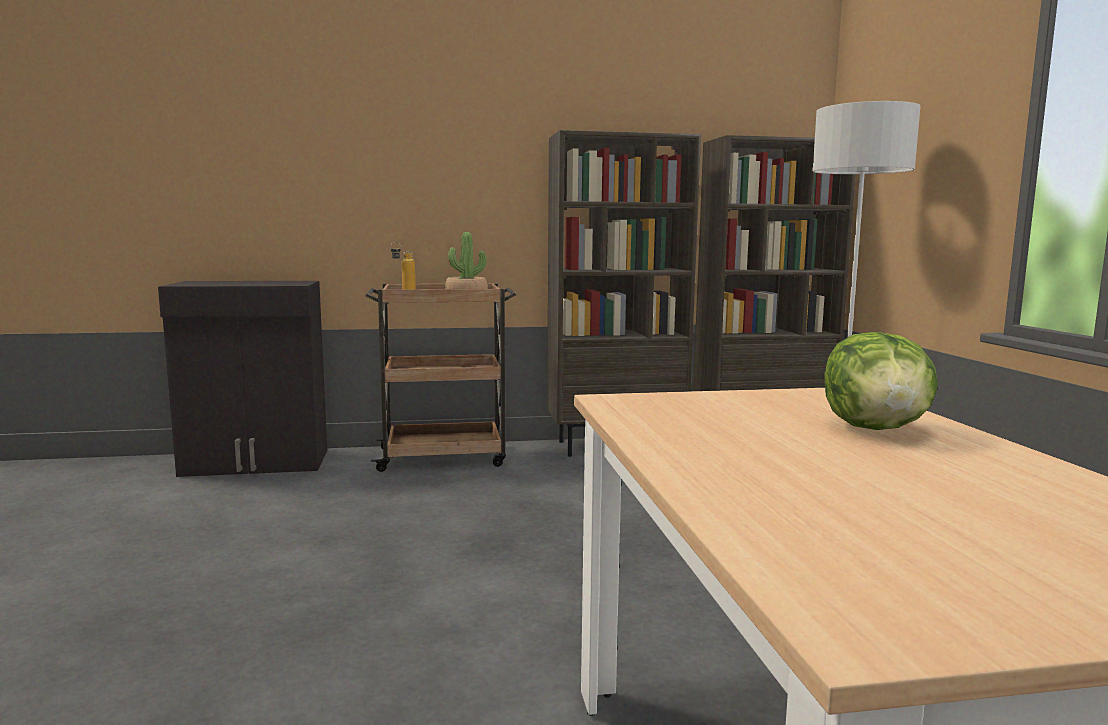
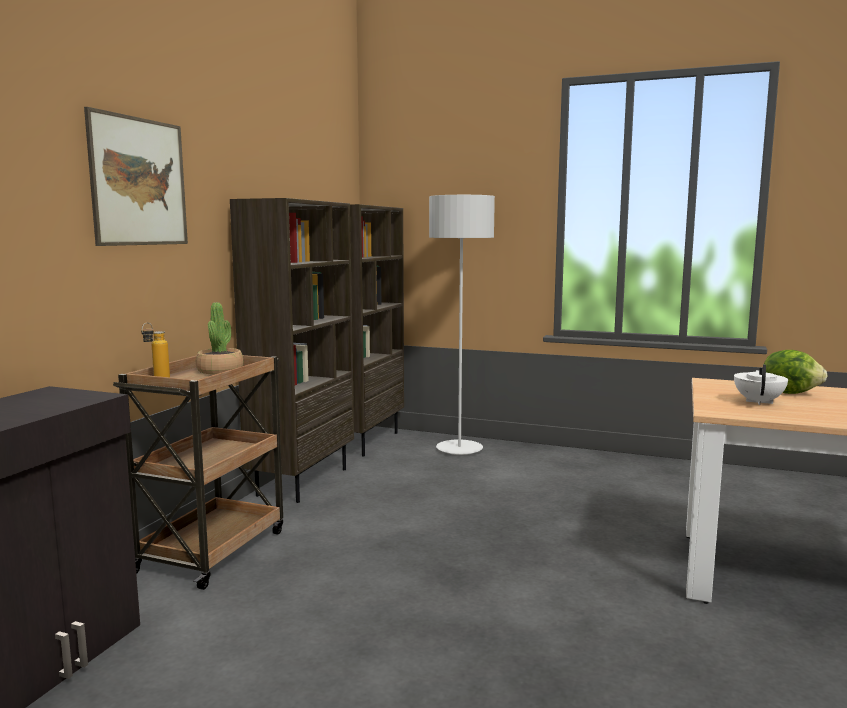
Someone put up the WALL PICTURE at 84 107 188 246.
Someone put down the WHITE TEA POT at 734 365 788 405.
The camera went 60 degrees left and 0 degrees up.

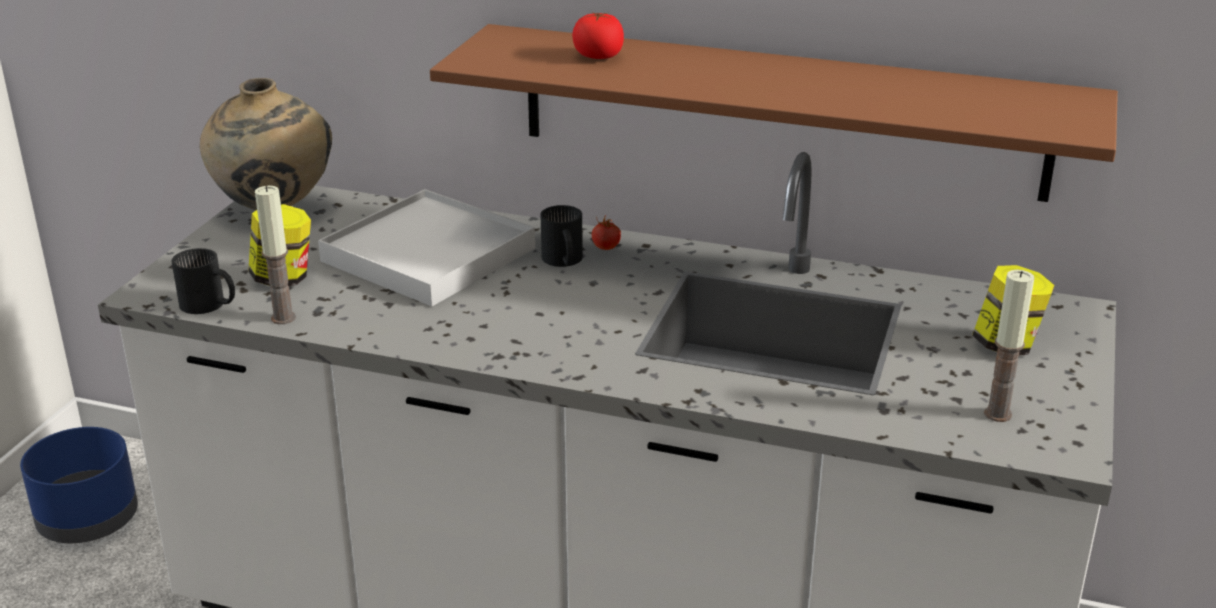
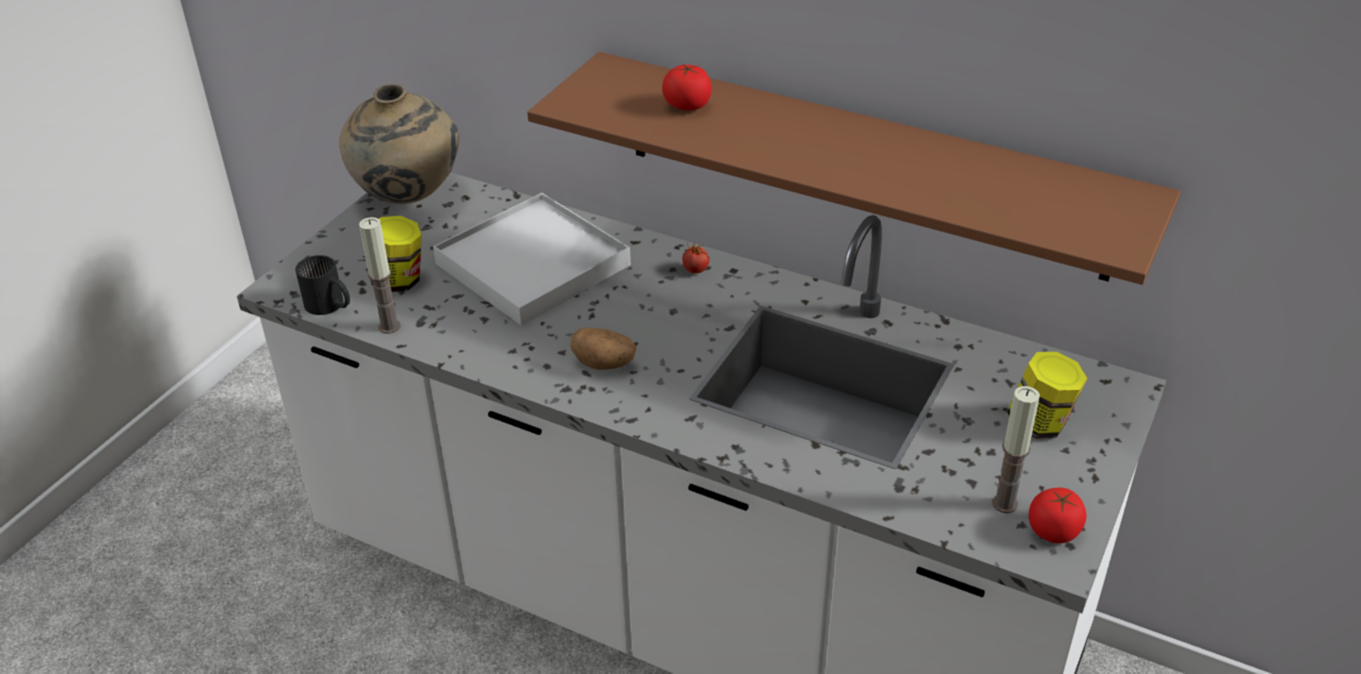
Someone took away the BLUE PLANT POT at 20 427 138 543.
Someone took away the BLACK-COLOURED MUG at 540 205 583 267.
Someone put down the WHOLE POTATO at 570 328 637 370.
Someone put down the TOMATO at 1029 488 1086 543.
The camera went 10 degrees right and 10 degrees up.

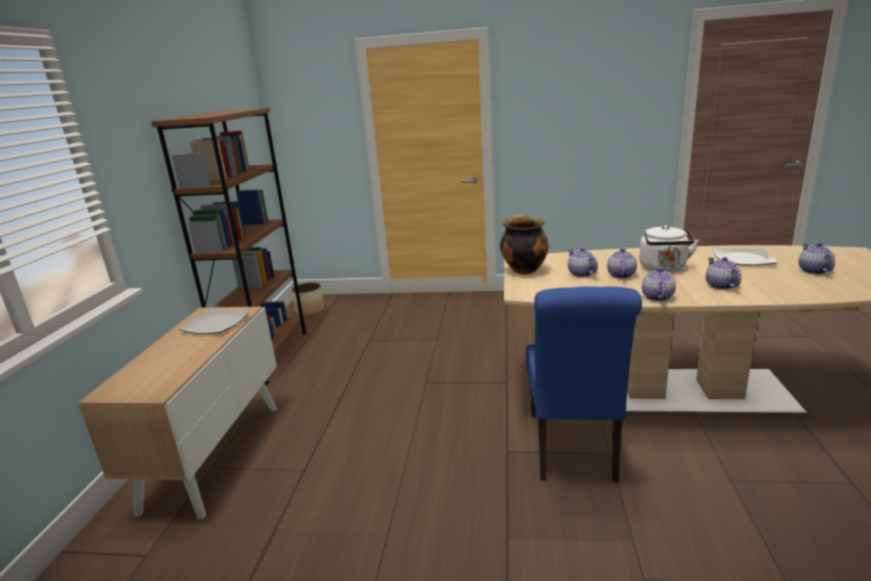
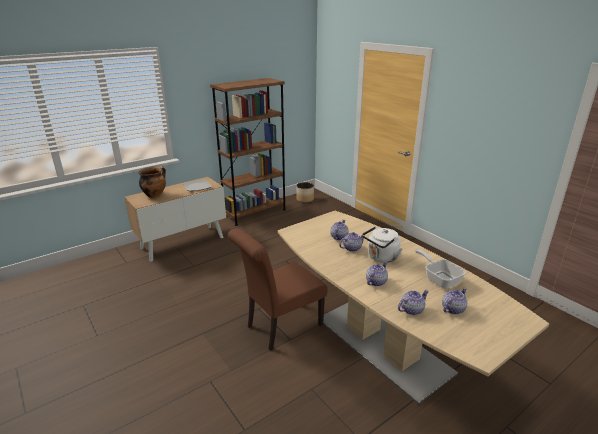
Someone carried the STOCKPOT from 500 215 549 274 to 139 166 166 198.
Someone repainted the BLUE CHAIR at 526 286 642 482, which became the BROWN CHAIR at 228 228 328 351.
Someone carried the TEA POT from 642 267 676 301 to 398 290 429 315.
Someone swapped the PLATE at 713 248 778 266 for the FRYING PAN at 415 249 466 289.
The camera went 45 degrees right and 5 degrees up.

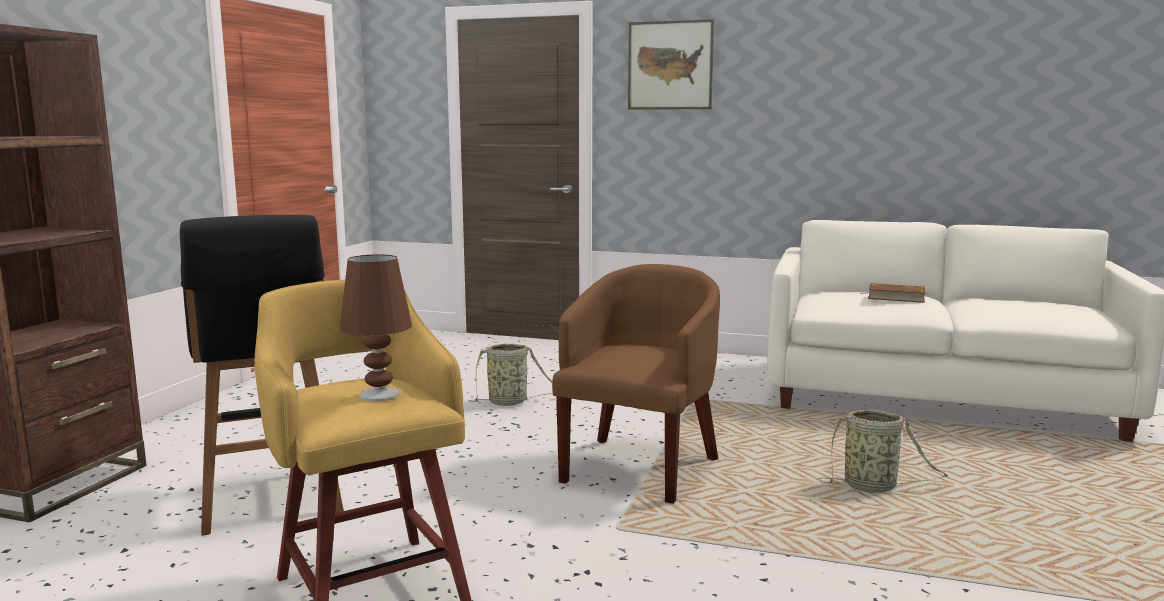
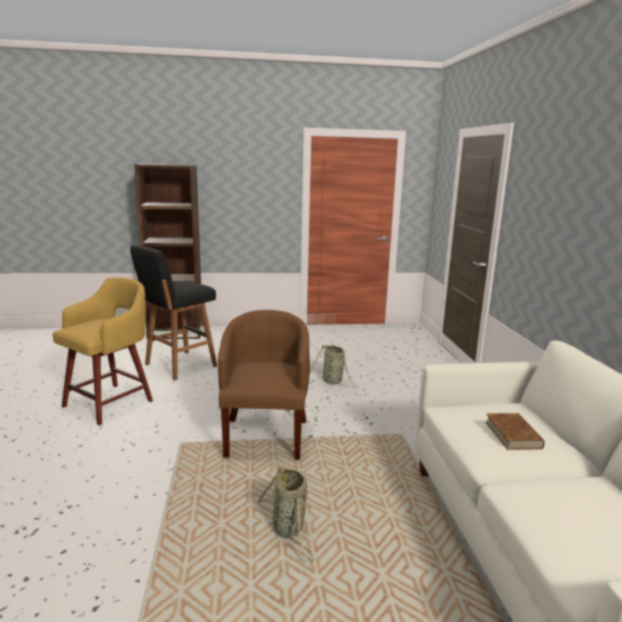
Someone took away the BROWN LAMP FOR A TABLE at 340 254 412 401.
Someone rotated the BROWN EASY CHAIR at 552 264 720 504 by 90 degrees counterclockwise.
Someone took away the WALL PICTURE at 628 19 714 110.
The camera went 65 degrees right and 5 degrees up.

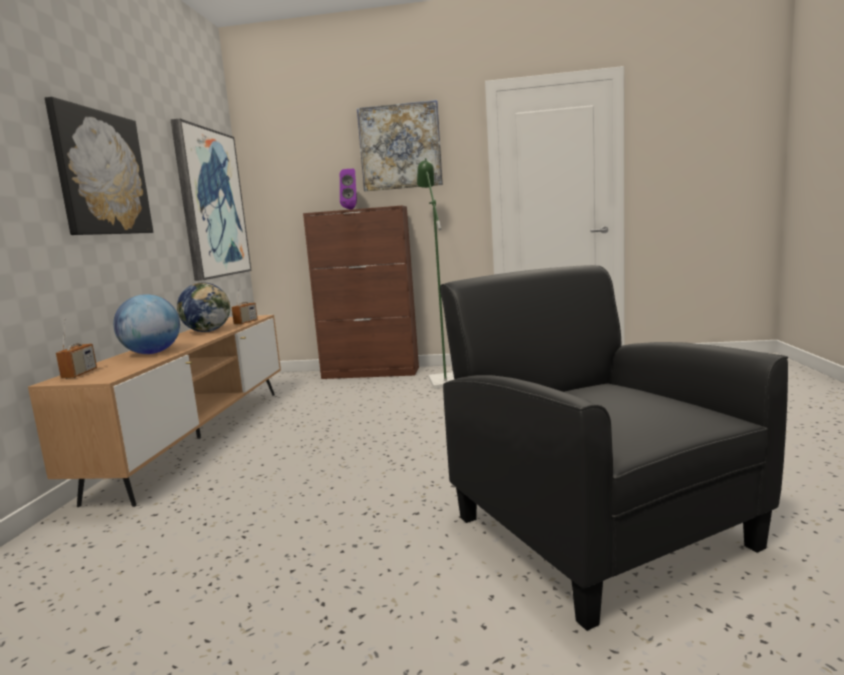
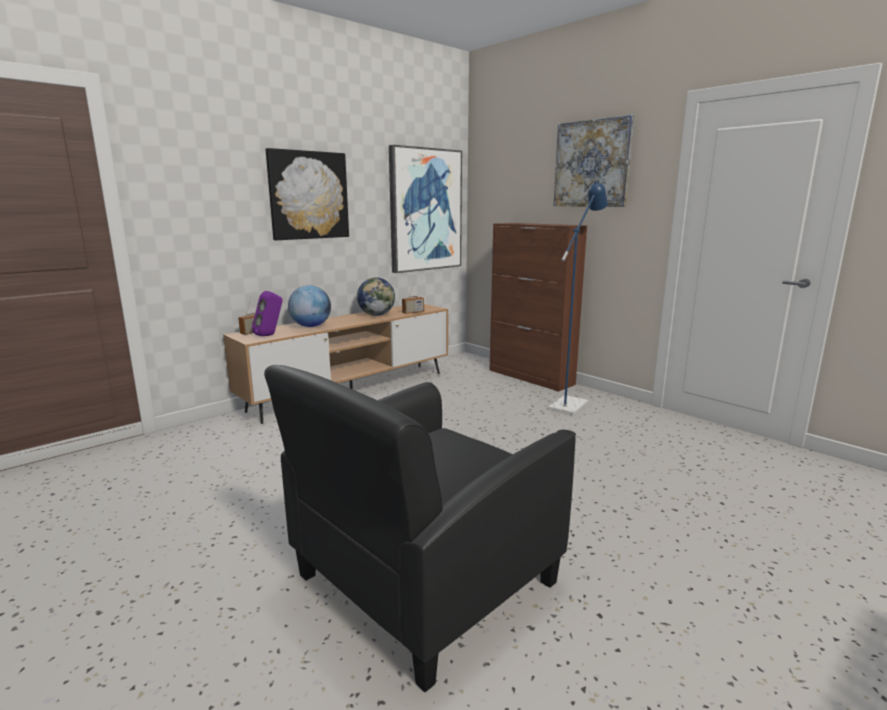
Someone carried the PURPLE AUDIO SPEAKER from 340 169 357 210 to 252 291 282 336.
Someone repainted the GREENISH FLOOR LAMP at 417 158 454 389, which became the BLUE FLOOR LAMP at 548 181 608 416.
Someone rotated the BLACK-COLOURED EASY CHAIR at 440 265 788 631 by 150 degrees counterclockwise.
The camera went 40 degrees right and 5 degrees up.

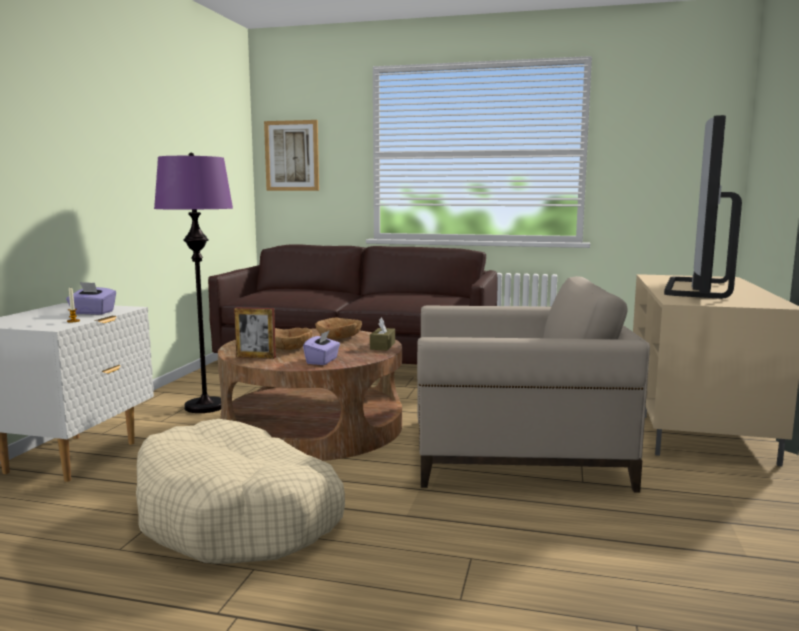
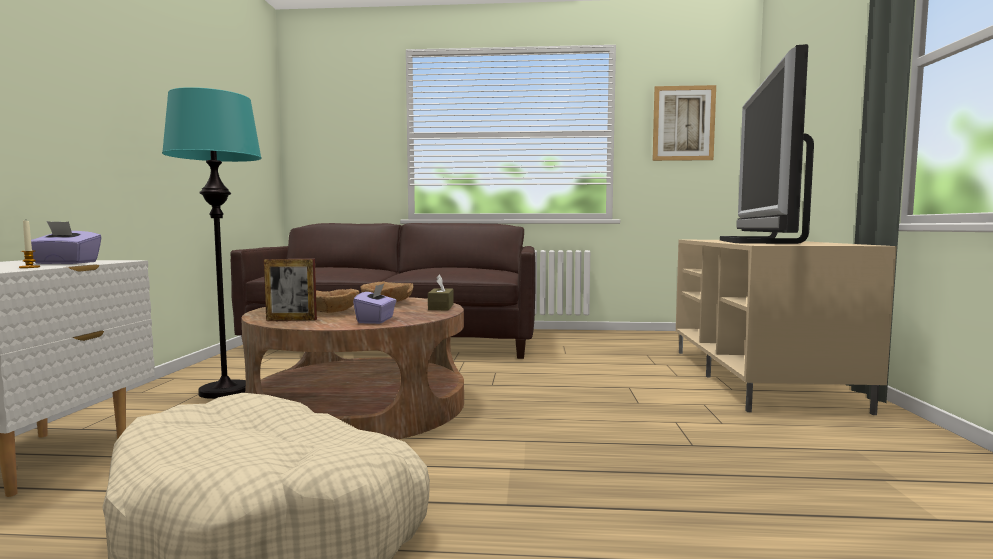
Someone repainted the PURPLE FLOOR LAMP at 154 153 233 413, which became the BLUE-GREEN FLOOR LAMP at 162 87 262 399.
Someone carried the WALL PICTURE from 264 120 319 191 to 652 85 716 161.
Someone took away the BEIGE-COLOURED EASY CHAIR at 417 276 650 493.
The camera went 10 degrees left and 5 degrees down.

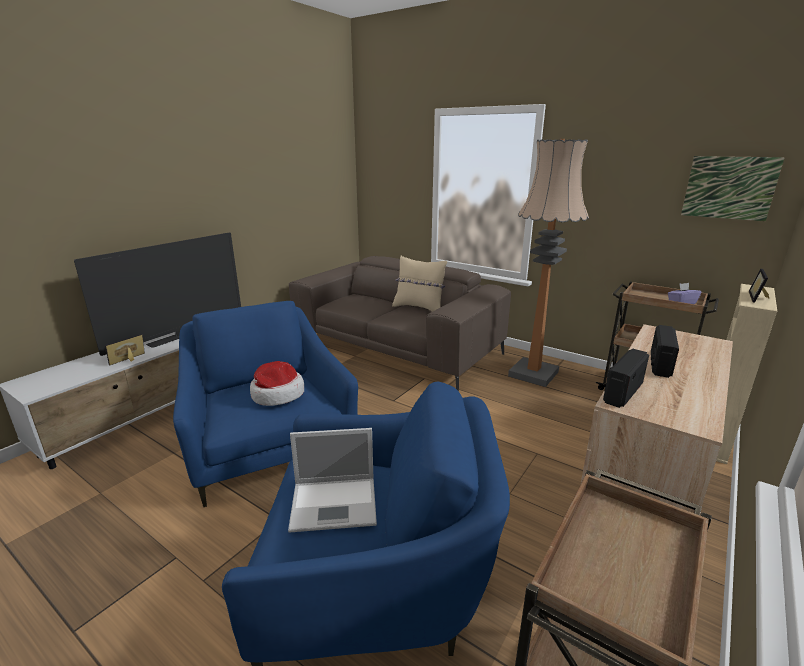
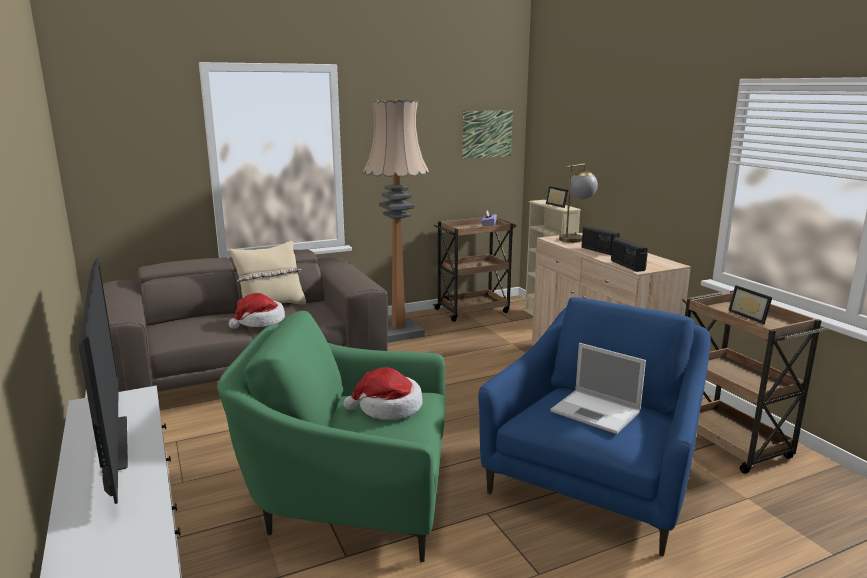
Someone carried the PHOTO FRAME from 105 334 145 365 to 728 285 772 324.
Someone repainted the BLUE EASY CHAIR at 173 301 358 507, which became the GREENISH EASY CHAIR at 217 311 446 562.
Someone rotated the PORTABLE COMPUTER at 288 428 377 533 by 105 degrees clockwise.
Someone put down the WEARABLE HAT at 229 293 285 329.
Someone put down the LAMP FOR A TABLE at 559 163 598 243.
The camera went 60 degrees left and 5 degrees down.

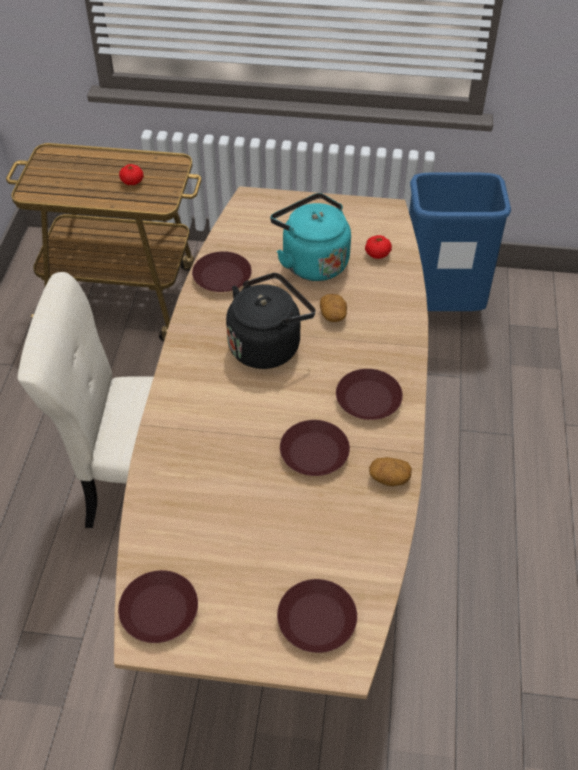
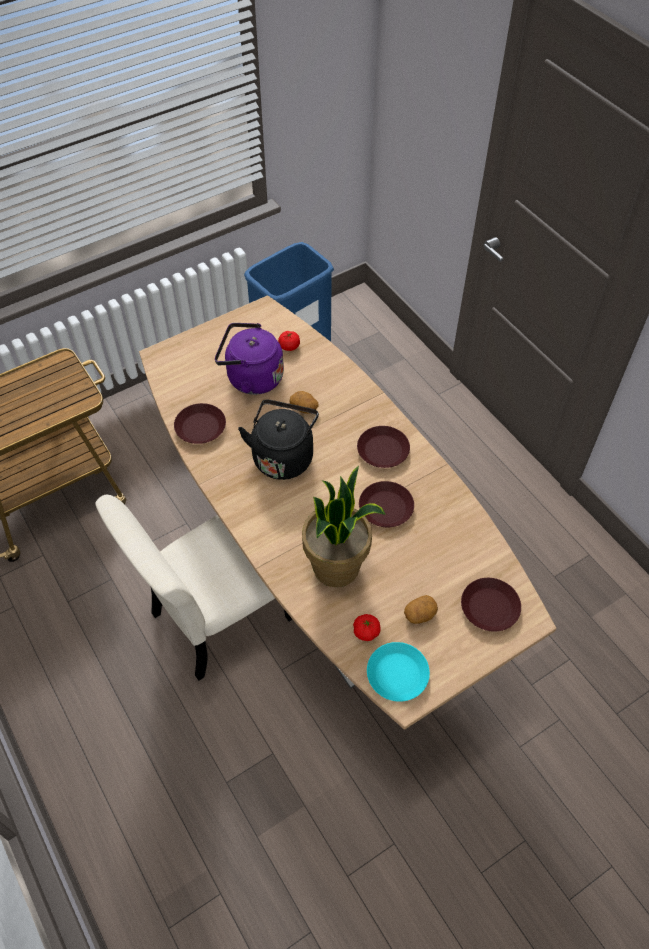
Someone repainted the BROWN PLATE at 118 570 198 643, which became the BLUE-GREEN PLATE at 367 642 430 702.
Someone carried the TOMATO from 119 164 143 185 to 353 614 380 641.
Someone repainted the BLUE-GREEN KETTLE at 270 193 351 281, which became the PURPLE KETTLE at 215 323 284 395.
Someone carried the WHOLE POTATO from 369 457 412 486 to 404 595 438 624.
Someone put down the PLANT IN A POT at 302 466 386 587.
The camera went 40 degrees left and 5 degrees up.

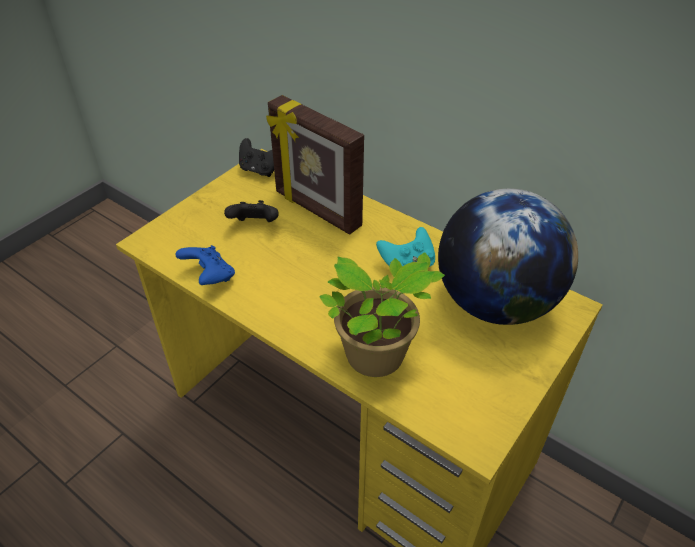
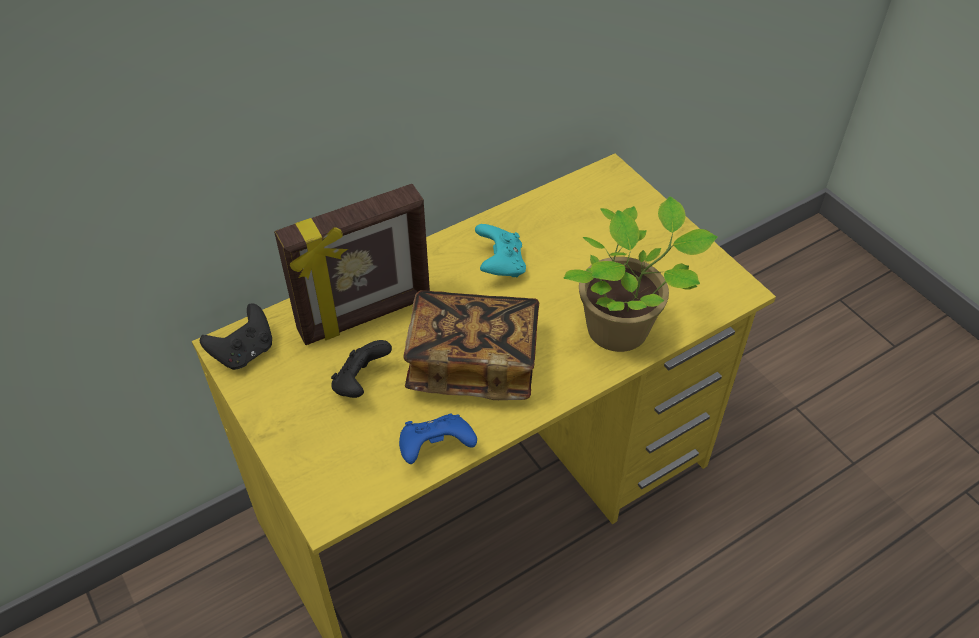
Someone took away the WORLD GLOBE at 438 188 578 325.
Someone put down the VOLUME at 404 290 539 400.
The camera went 70 degrees left and 5 degrees up.

